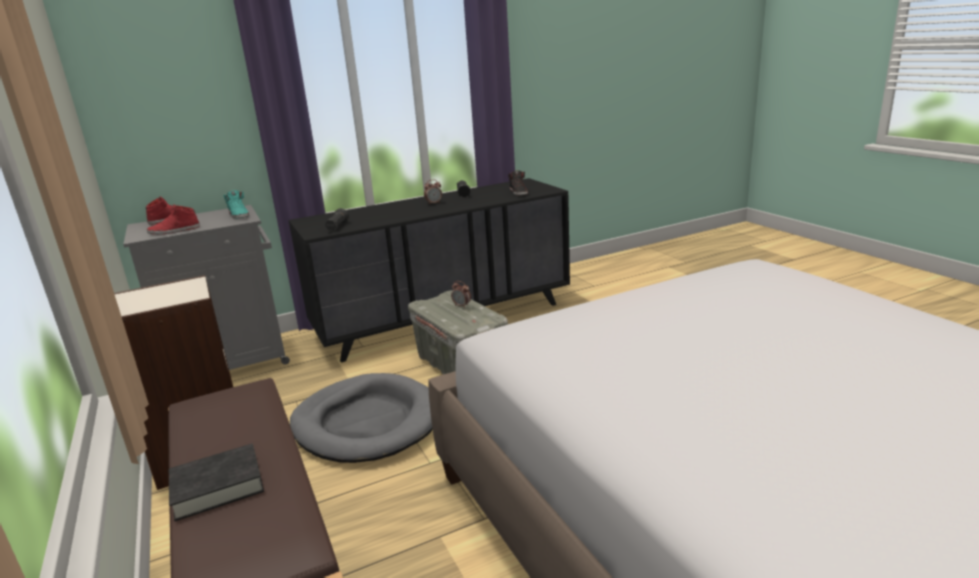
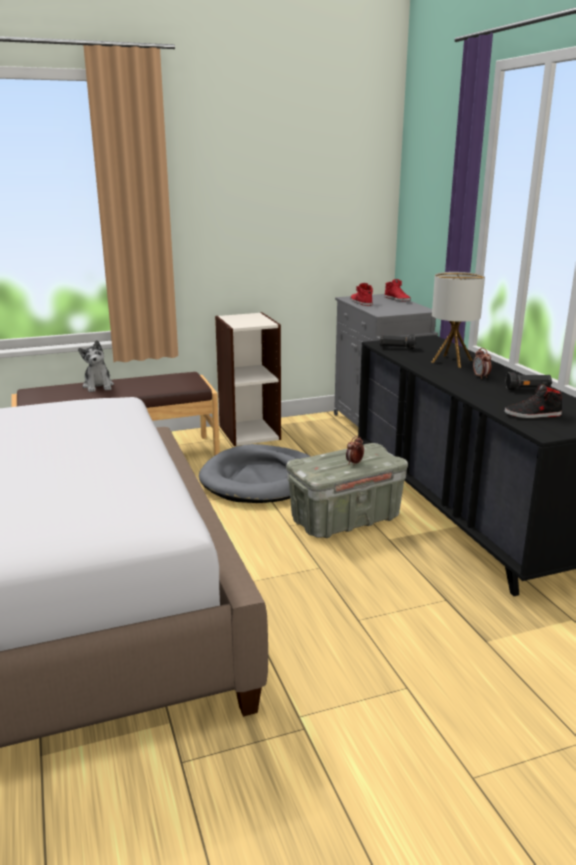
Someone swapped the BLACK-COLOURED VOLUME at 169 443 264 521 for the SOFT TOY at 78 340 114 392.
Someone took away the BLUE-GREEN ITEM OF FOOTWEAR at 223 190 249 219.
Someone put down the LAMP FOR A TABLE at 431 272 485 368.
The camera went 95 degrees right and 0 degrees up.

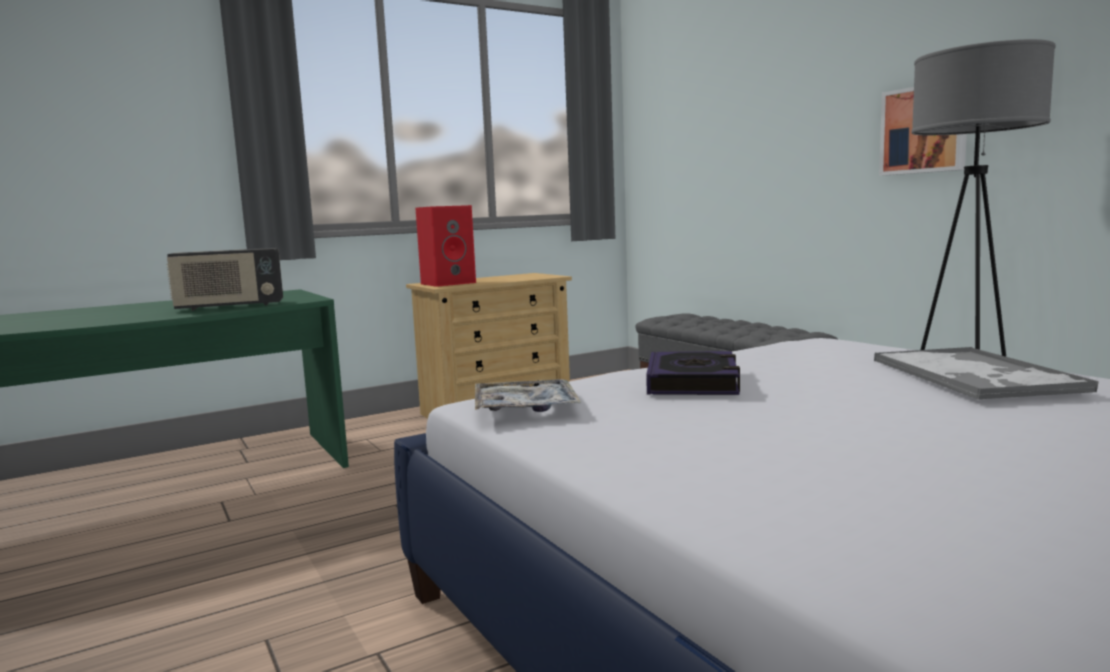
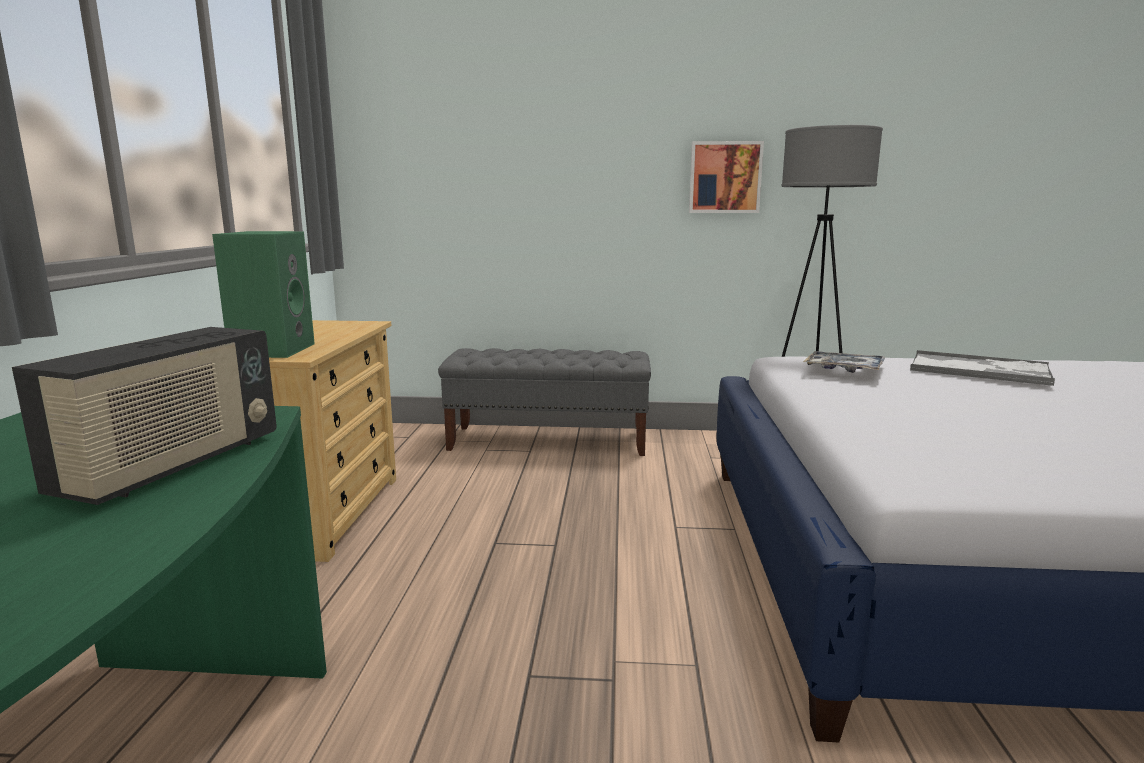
Someone repainted the REDDISH AUDIO SPEAKER at 416 205 476 287, which became the GREENISH AUDIO SPEAKER at 212 231 315 358.
Someone carried the TRAY from 475 379 581 412 to 803 351 886 373.
Someone took away the VOLUME at 646 351 740 395.
The camera went 55 degrees left and 5 degrees up.

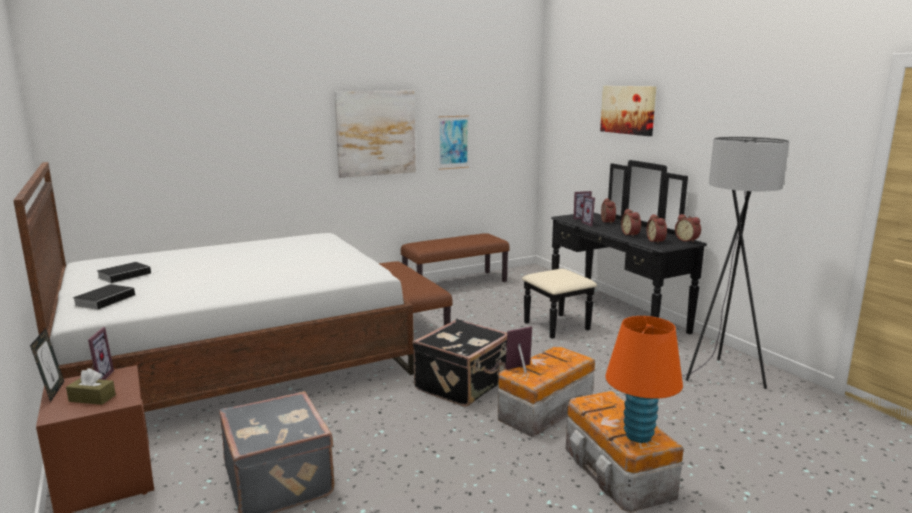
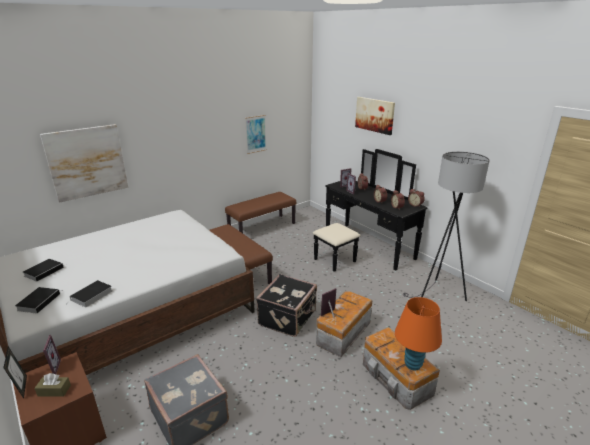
Someone carried the WALL PICTURE from 334 91 416 178 to 40 124 128 203.
Someone put down the VOLUME at 67 280 112 308.
The camera went 10 degrees left and 10 degrees up.

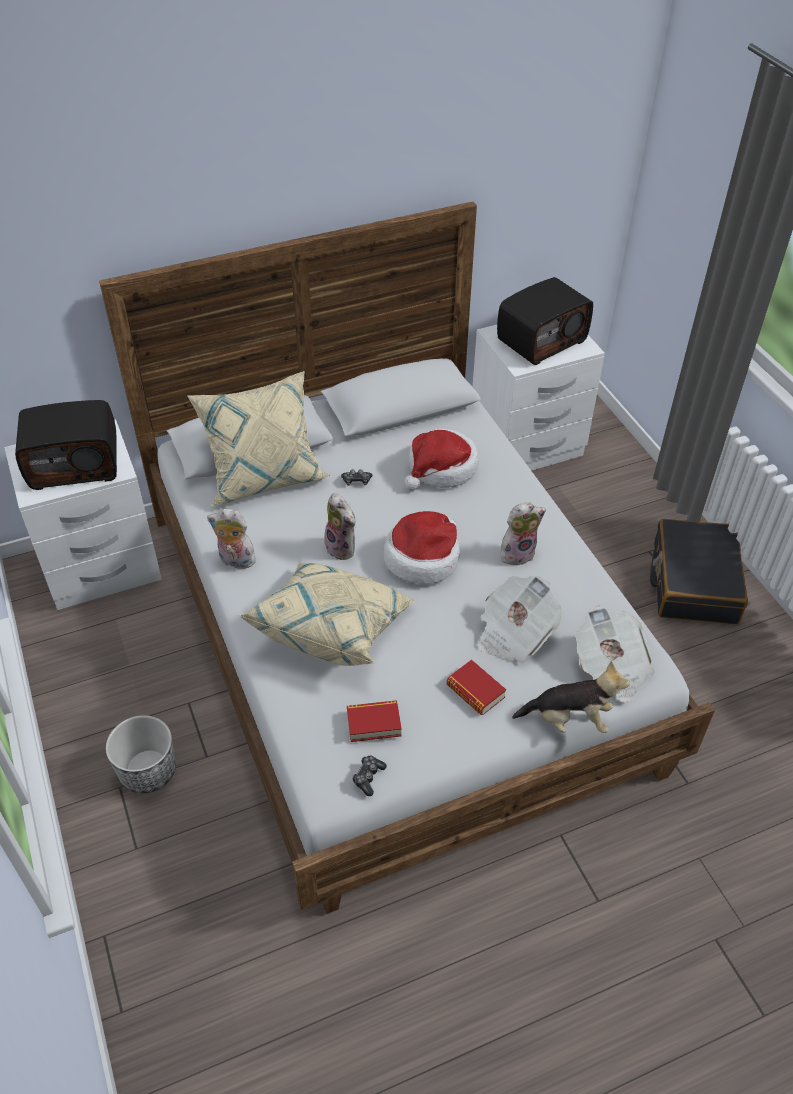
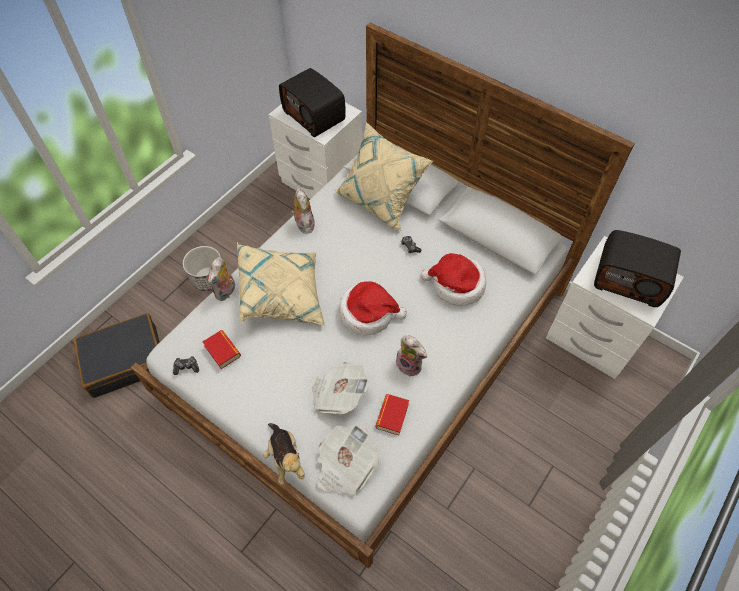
Someone carried the SOFT TOY from 324 493 355 560 to 208 257 235 301.
Someone carried the VOLUME from 447 660 506 715 to 375 394 409 435.
Someone carried the BLACK-COLOURED TRAVEL CASE from 650 519 748 624 to 73 313 160 398.
The camera went 60 degrees right and 10 degrees up.

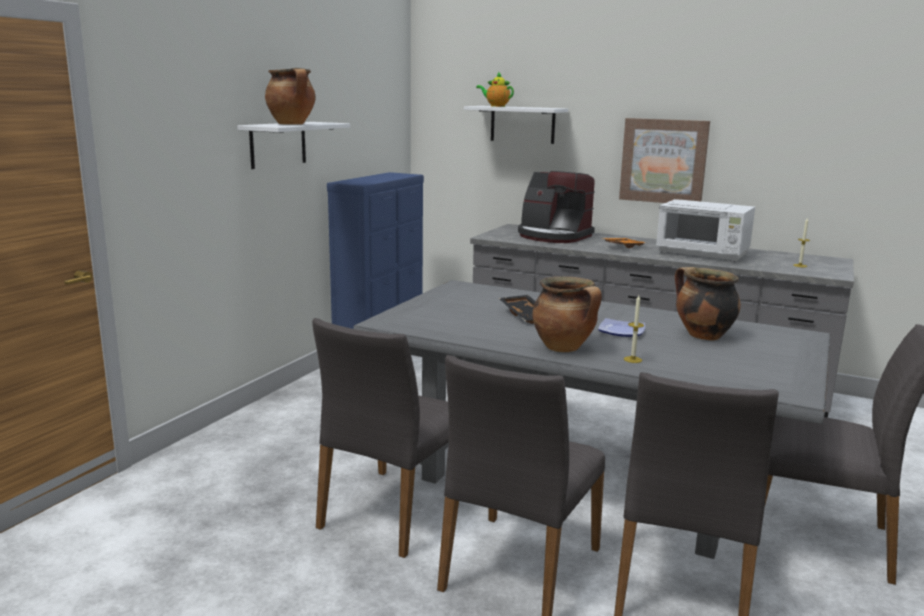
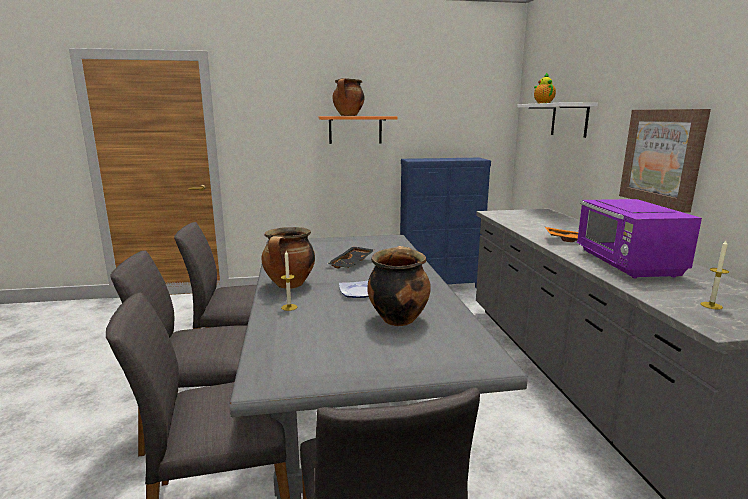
Someone repainted the WHITE WALL SHELF at 238 122 350 169, which became the ORANGE WALL SHELF at 319 116 398 144.
Someone took away the COFFEE BREWER at 518 171 595 243.
Someone repainted the WHITE MICROWAVE at 656 199 755 262, which became the PURPLE MICROWAVE at 576 199 702 279.
The camera went 55 degrees right and 0 degrees up.

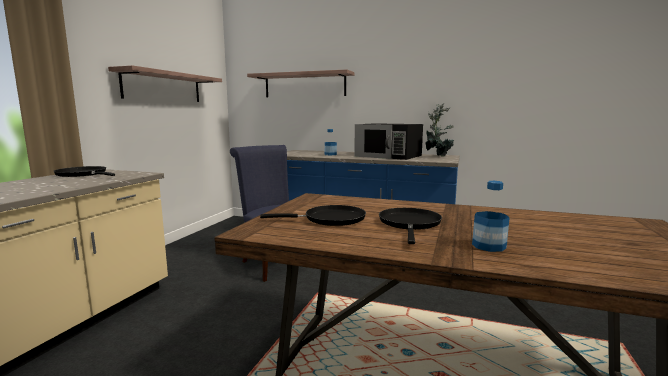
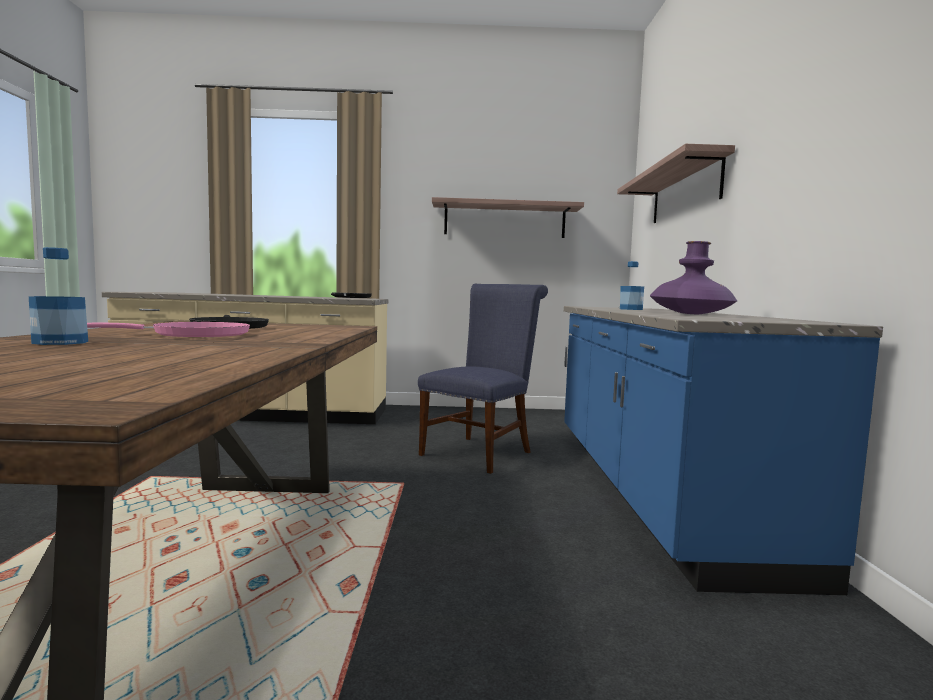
Someone swapped the BLACK-COLOURED MICROWAVE at 354 123 423 160 for the PURPLE FLOWER VASE at 650 241 737 314.
Someone repainted the BLACK-COLOURED FRYING PAN at 379 208 442 244, which became the PINK-COLOURED FRYING PAN at 87 322 250 337.
Someone took away the PLANT IN A POT at 425 103 454 157.
The camera went 70 degrees right and 5 degrees down.

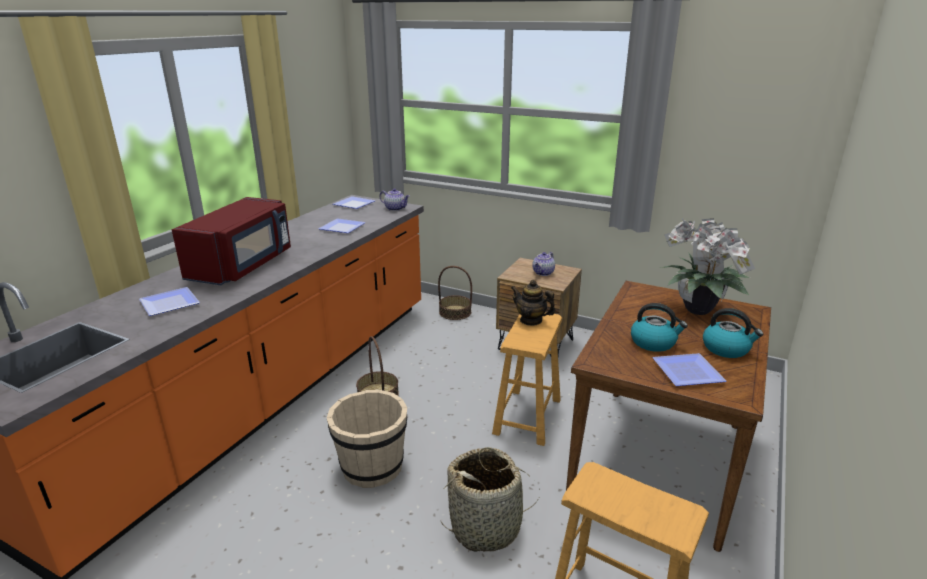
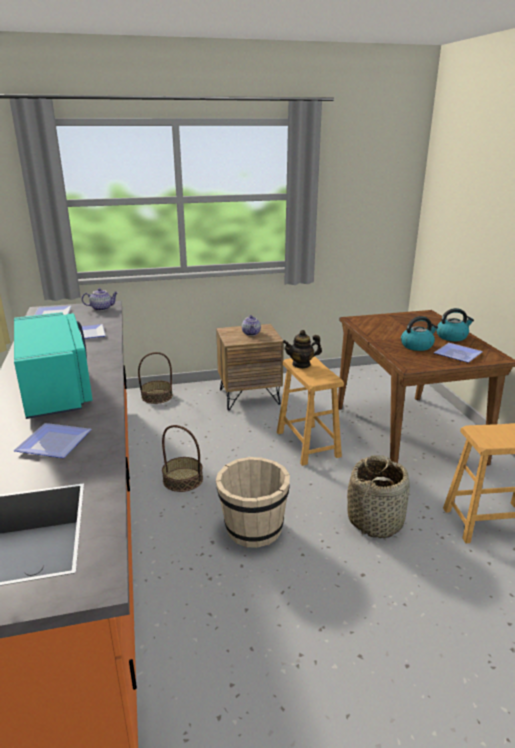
Someone repainted the REDDISH MICROWAVE at 172 197 291 285, which became the BLUE-GREEN MICROWAVE at 14 312 92 419.
Someone took away the PLANT IN A POT at 660 218 755 315.
The camera went 40 degrees left and 0 degrees up.

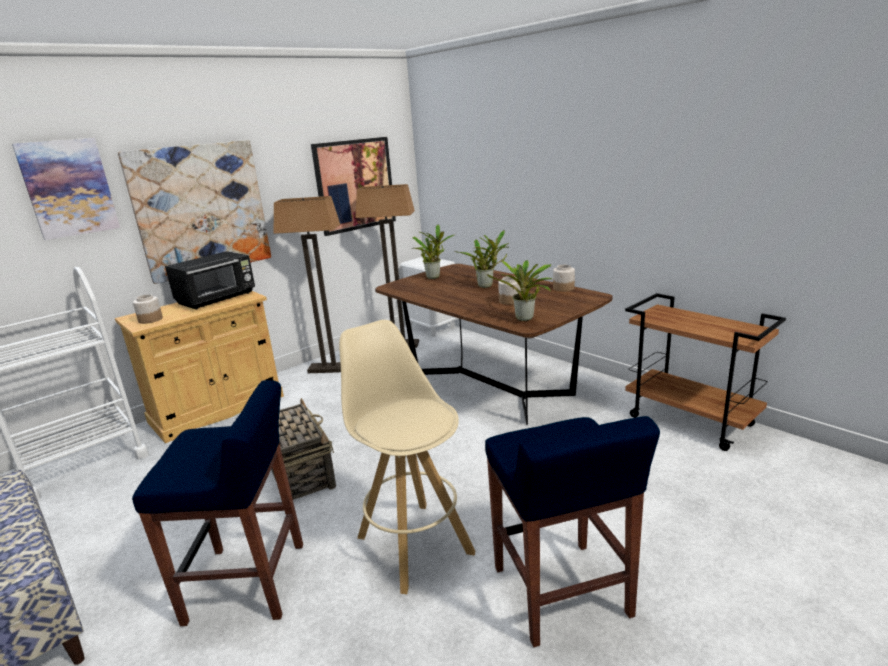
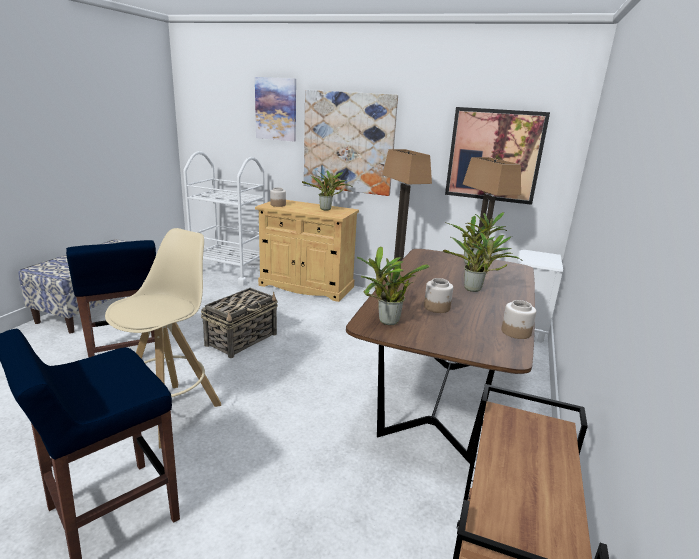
Someone swapped the BLACK-COLOURED MICROWAVE at 165 251 255 310 for the PLANT IN A POT at 302 171 352 211.
The camera went 60 degrees right and 0 degrees up.

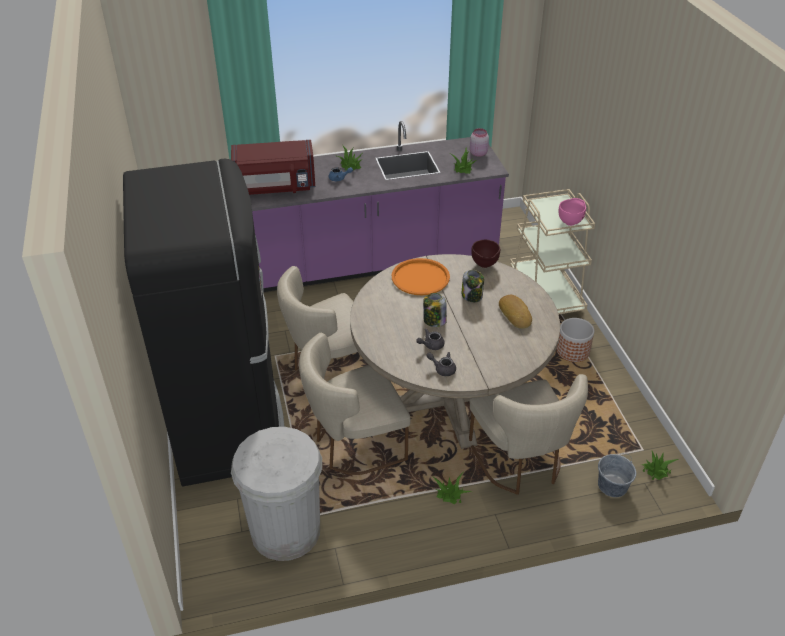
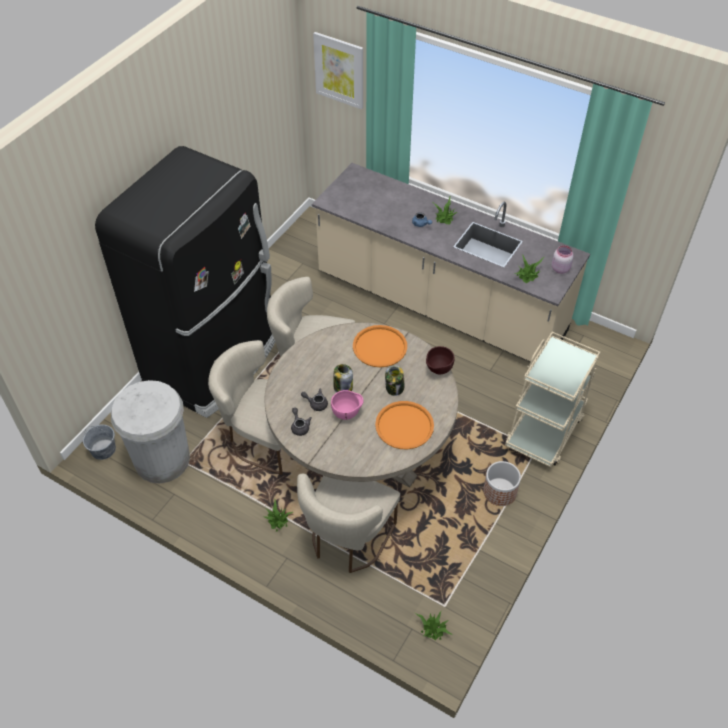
Someone took away the REDDISH MICROWAVE at 231 140 315 195.
Someone repainted the PURPLE KITCHEN BASE UNIT at 249 121 509 292, which became the BEIGE-COLOURED KITCHEN BASE UNIT at 312 163 590 363.
Someone swapped the BAKERY BREAD at 499 295 532 329 for the ORANGE TRAY at 375 401 434 449.
Someone carried the PINK-COLOURED DEEP DISH from 559 198 586 226 to 331 390 363 420.
Someone carried the GRAY PAIL from 598 453 636 497 to 83 425 116 460.
Someone put up the WALL PICTURE at 313 32 363 109.
The camera went 45 degrees right and 10 degrees up.

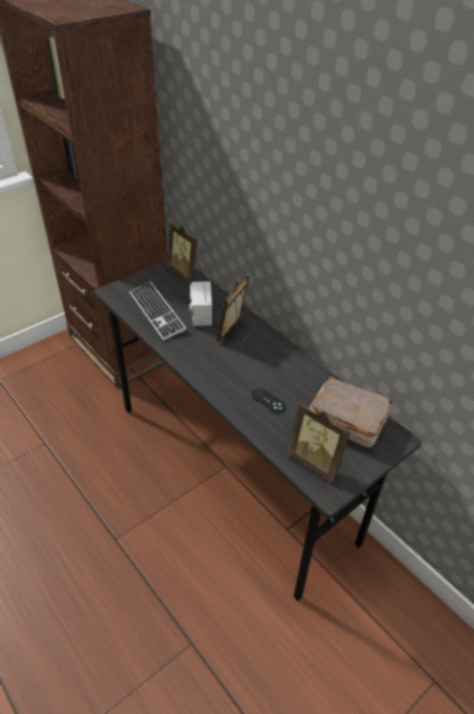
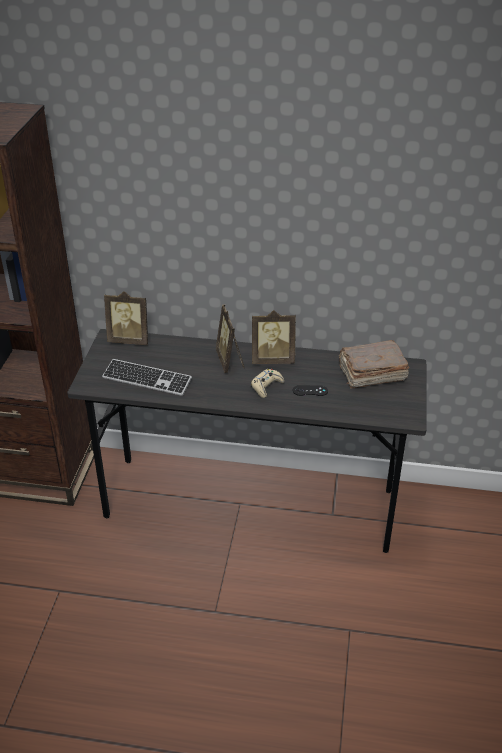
Someone took away the RADIO RECEIVER at 189 281 212 326.
Someone carried the PHOTO FRAME from 287 402 351 483 to 252 310 296 364.
Someone put down the BEIGE-COLOURED GAMEPAD at 251 369 284 398.
The camera went 40 degrees left and 5 degrees down.

